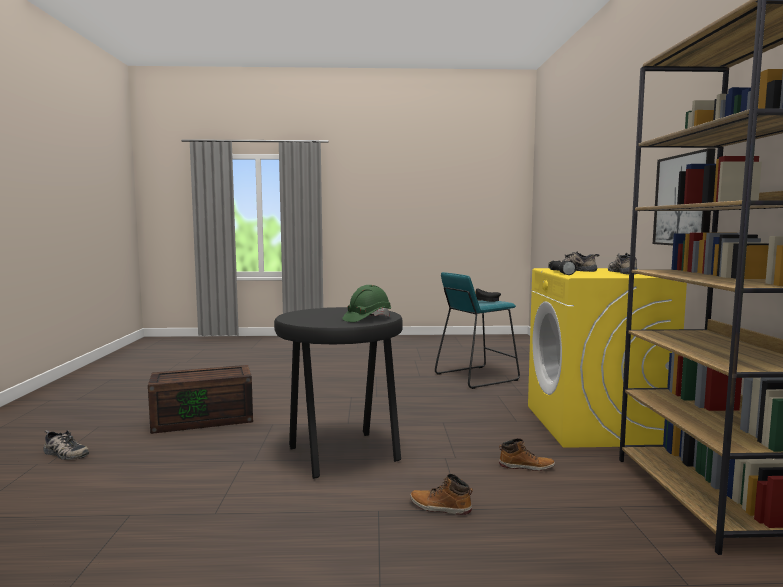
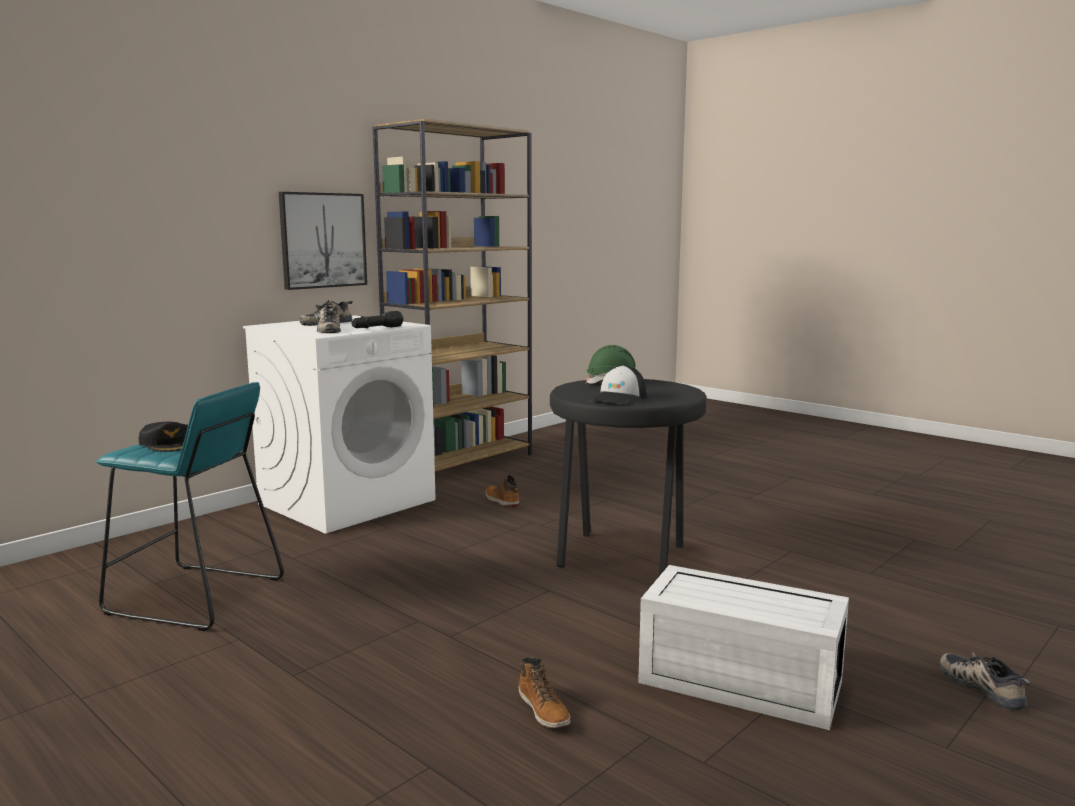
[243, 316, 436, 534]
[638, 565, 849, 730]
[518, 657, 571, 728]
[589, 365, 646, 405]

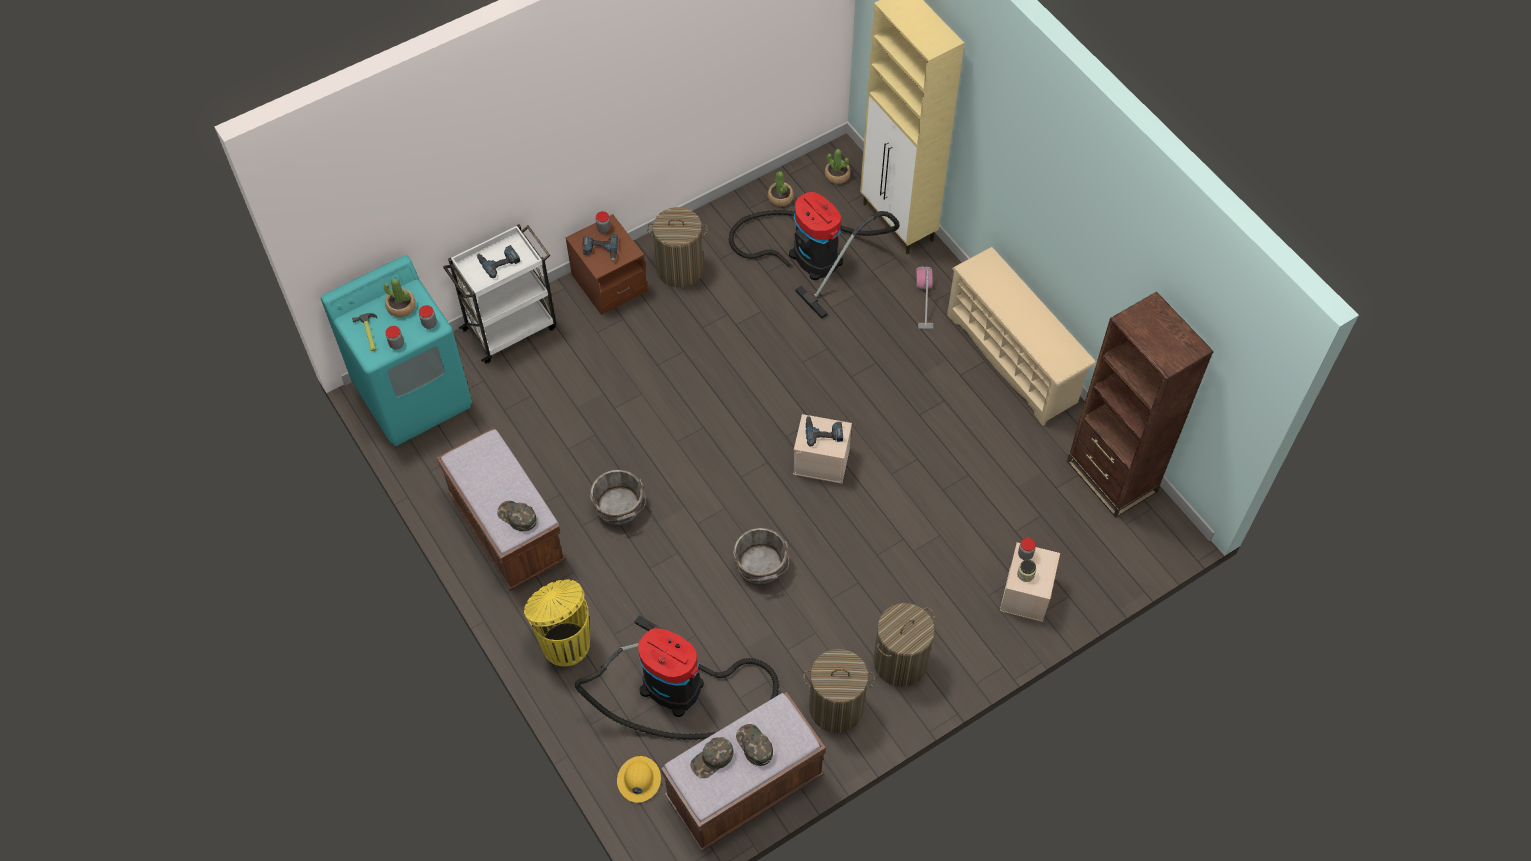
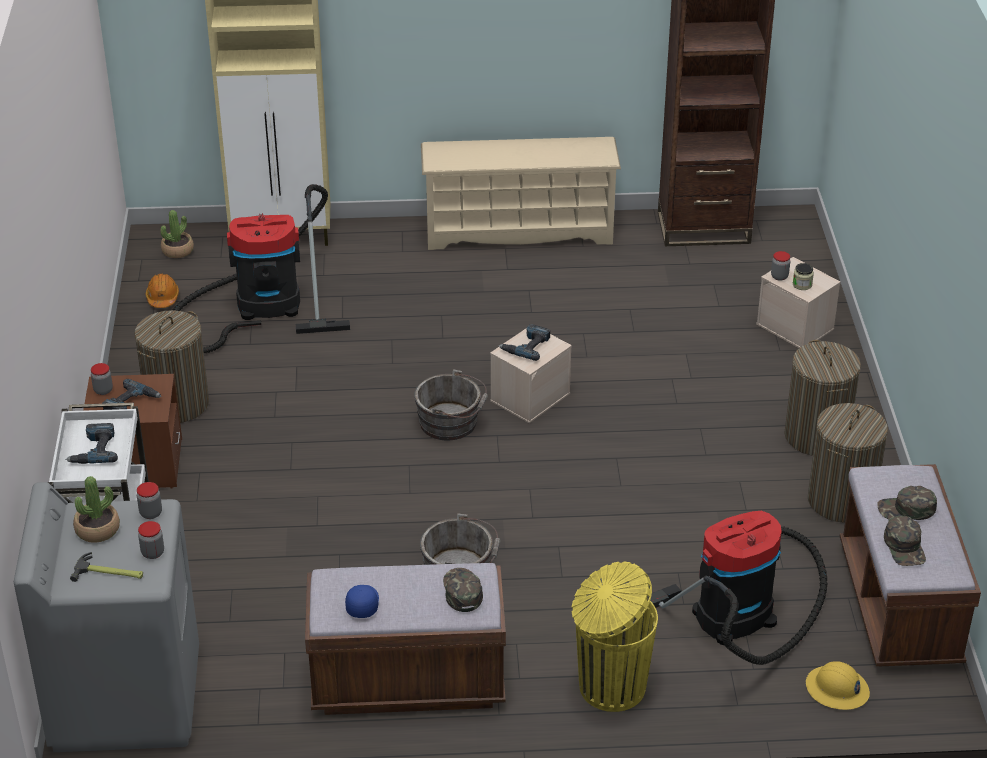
[146, 273, 179, 308]
[14, 482, 199, 752]
[916, 267, 933, 329] (first image)
[443, 568, 483, 612]
[414, 369, 488, 440]
[345, 585, 379, 618]

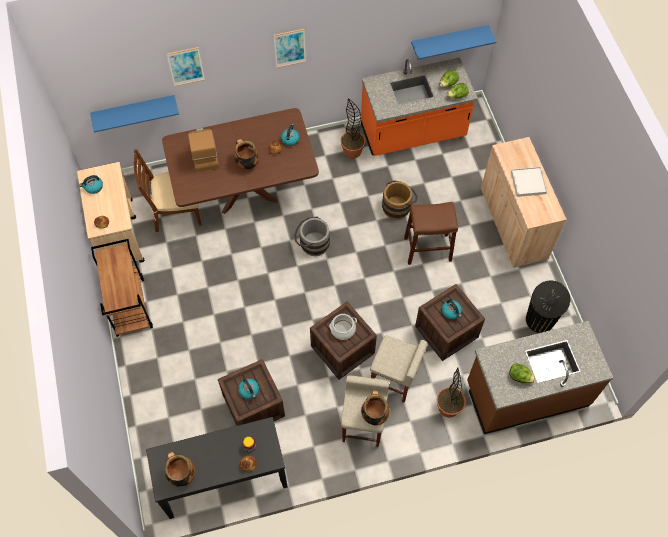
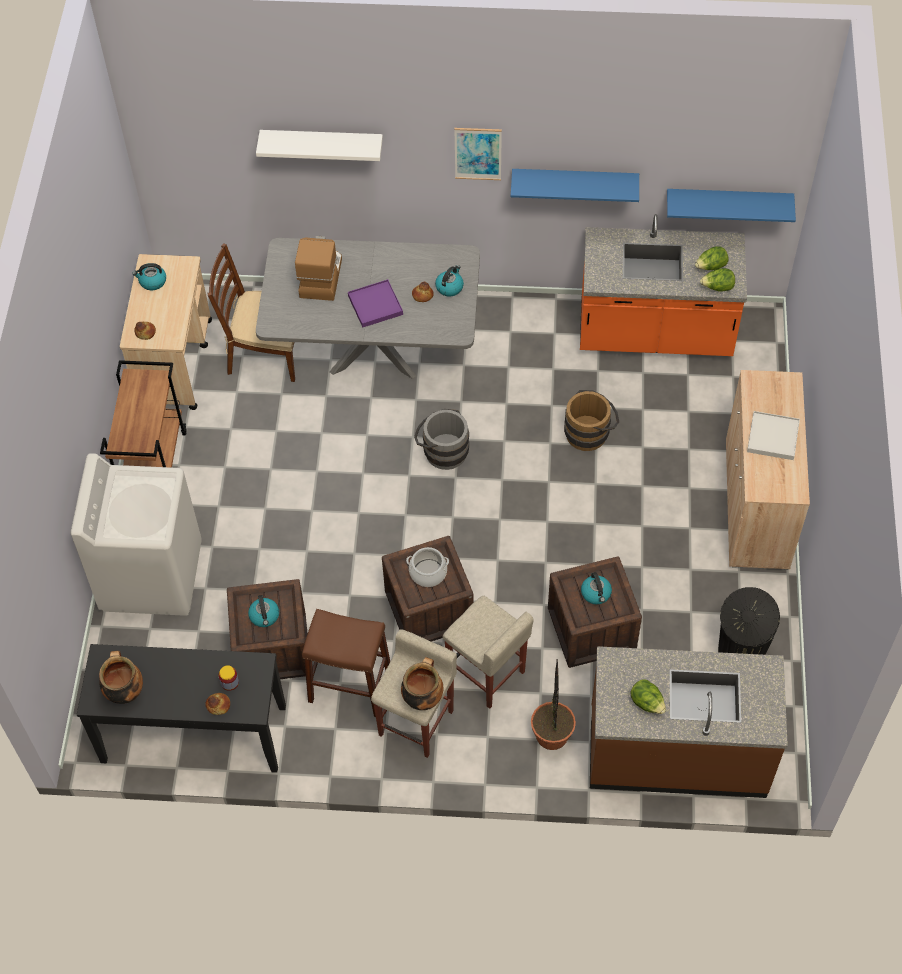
[256, 130, 383, 161]
[511, 169, 639, 202]
[340, 98, 365, 158] (first image)
[256, 238, 480, 379]
[348, 279, 403, 328]
[302, 609, 390, 717]
[71, 453, 202, 616]

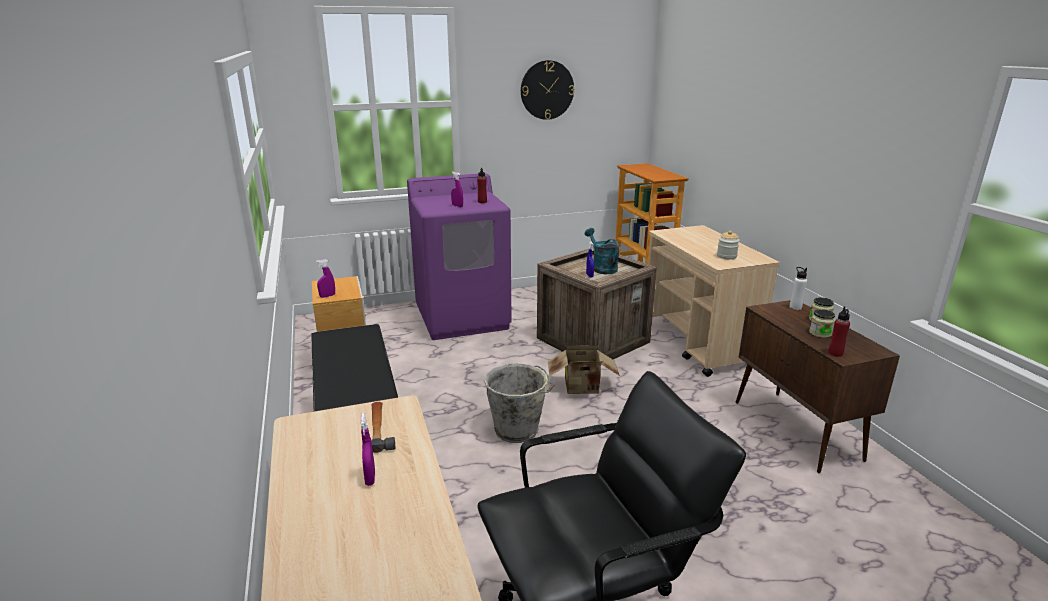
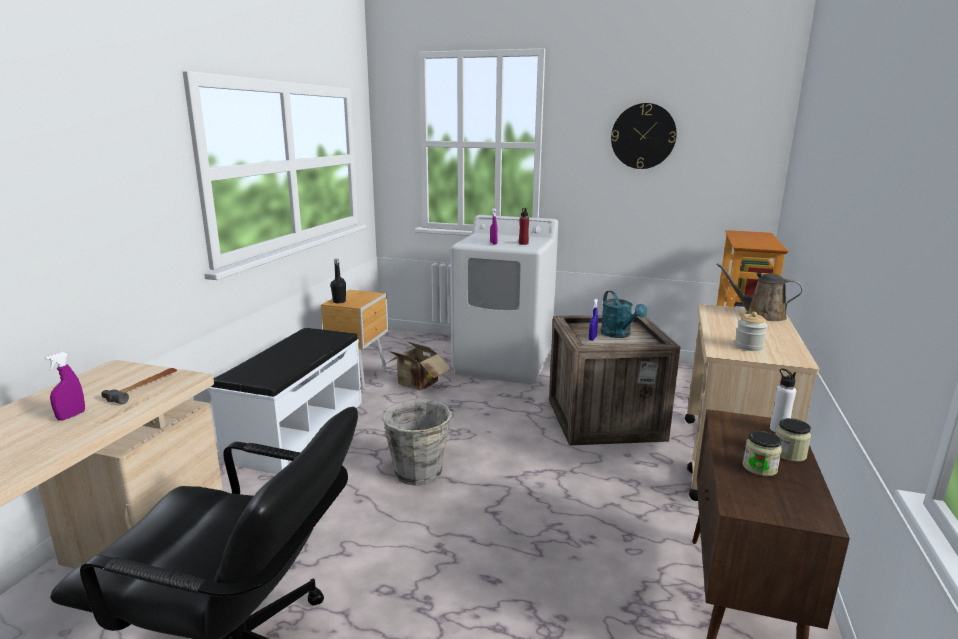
[451, 215, 558, 385]
[601, 291, 647, 338]
[330, 259, 346, 303]
[828, 306, 850, 357] (first image)
[387, 342, 451, 391]
[716, 263, 803, 321]

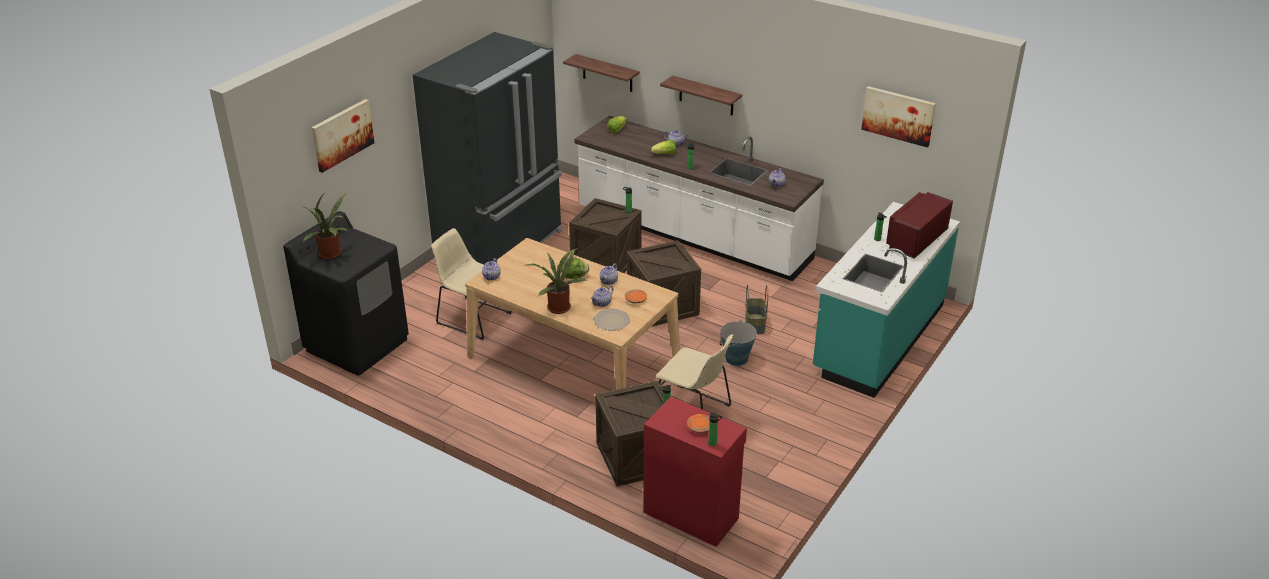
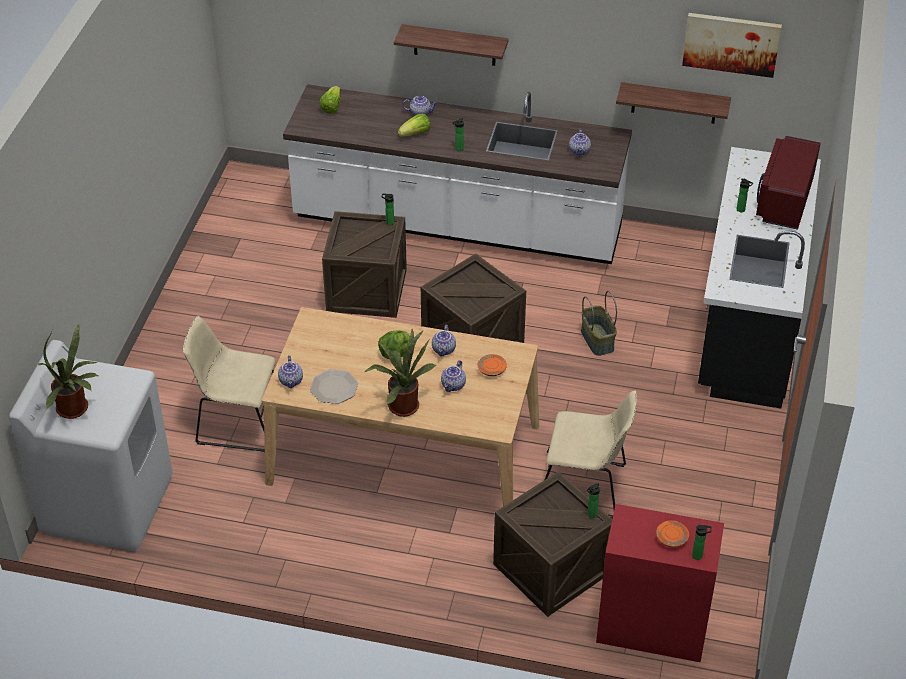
[413, 32, 563, 265] (first image)
[616, 82, 731, 124]
[311, 99, 375, 173] (first image)
[698, 147, 821, 409]
[9, 340, 173, 552]
[310, 369, 358, 404]
[719, 320, 757, 366] (first image)

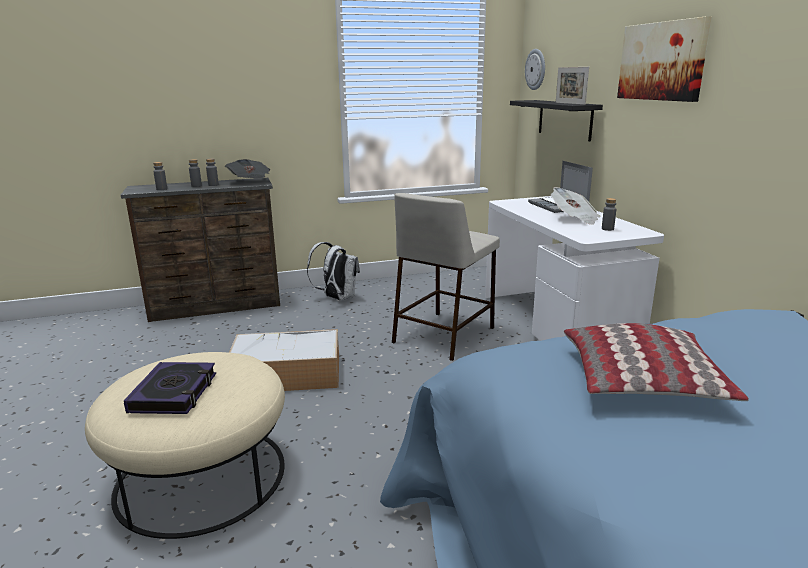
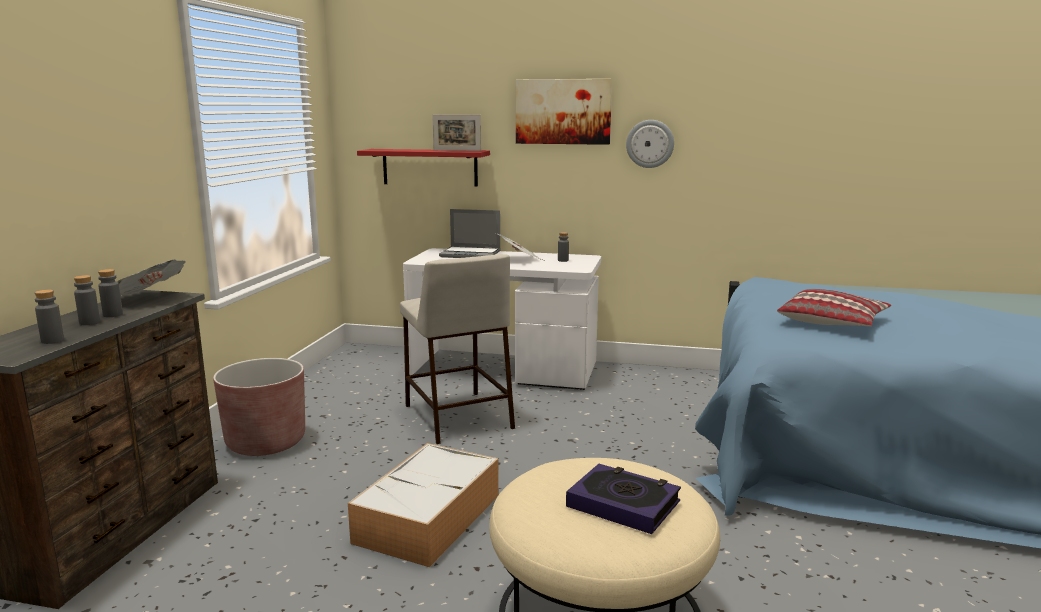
[626, 120, 674, 168]
[357, 149, 490, 186]
[213, 358, 305, 456]

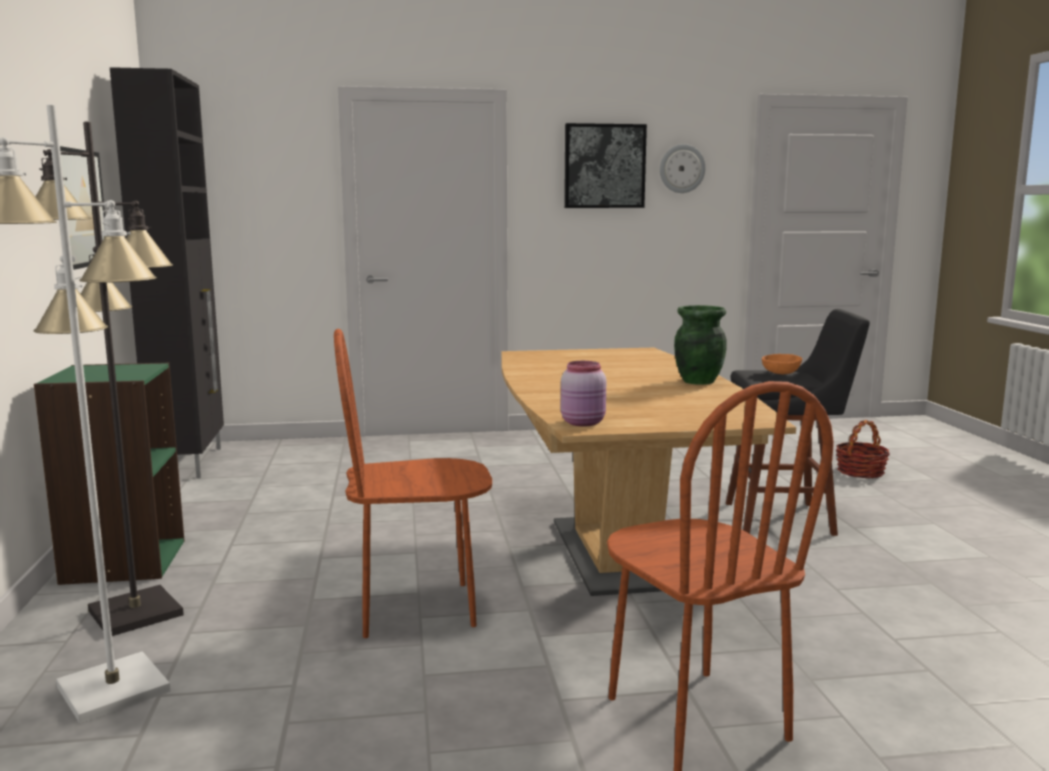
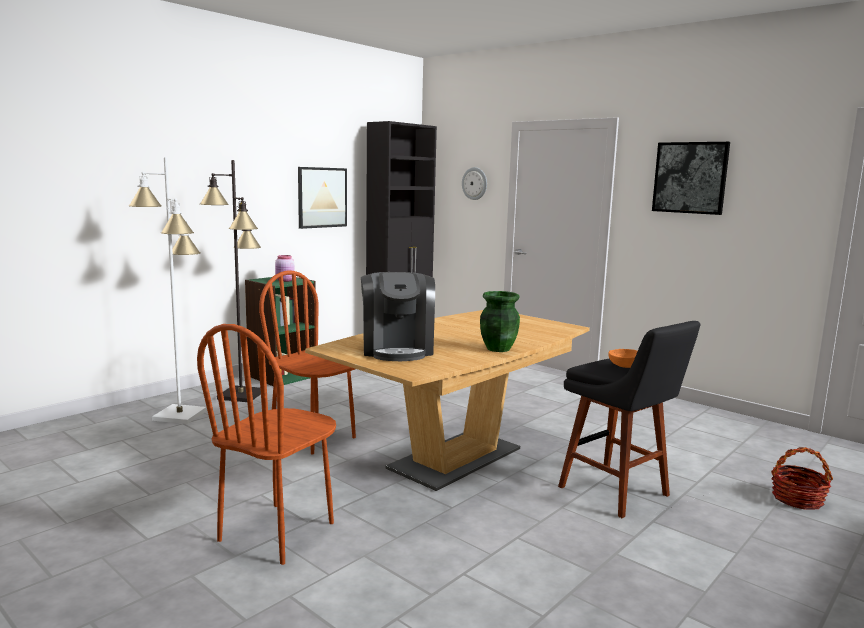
[462, 167, 487, 200]
[275, 255, 294, 282]
[361, 272, 435, 361]

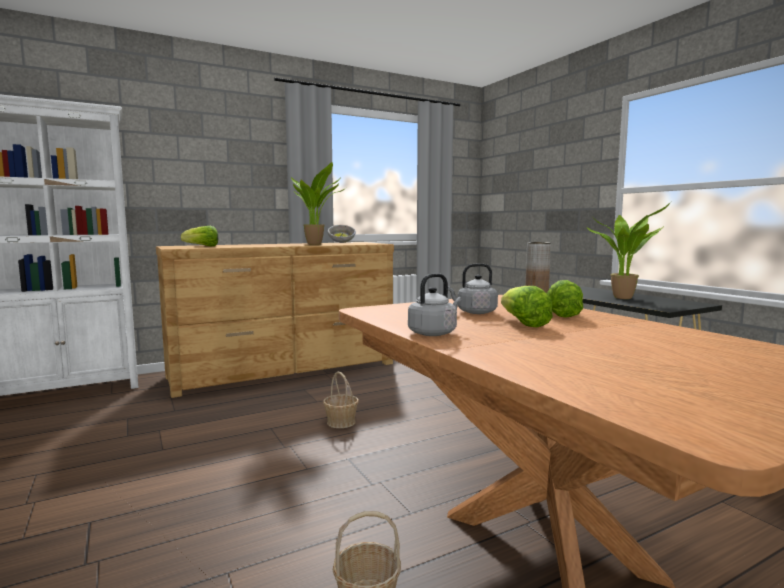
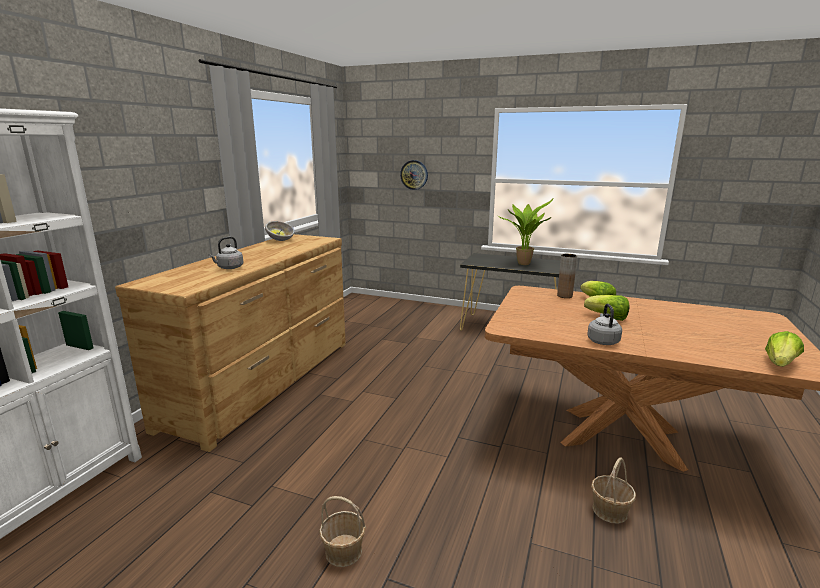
[291, 162, 347, 245] (first image)
[765, 331, 804, 367]
[208, 237, 244, 269]
[319, 496, 366, 567]
[400, 160, 428, 190]

